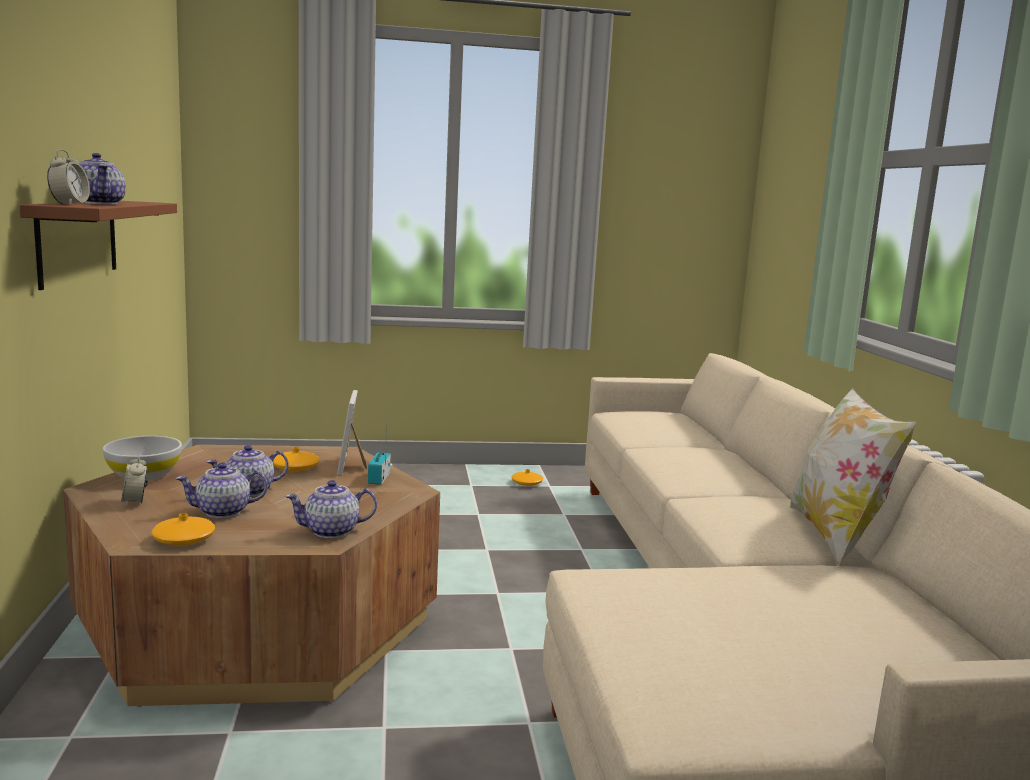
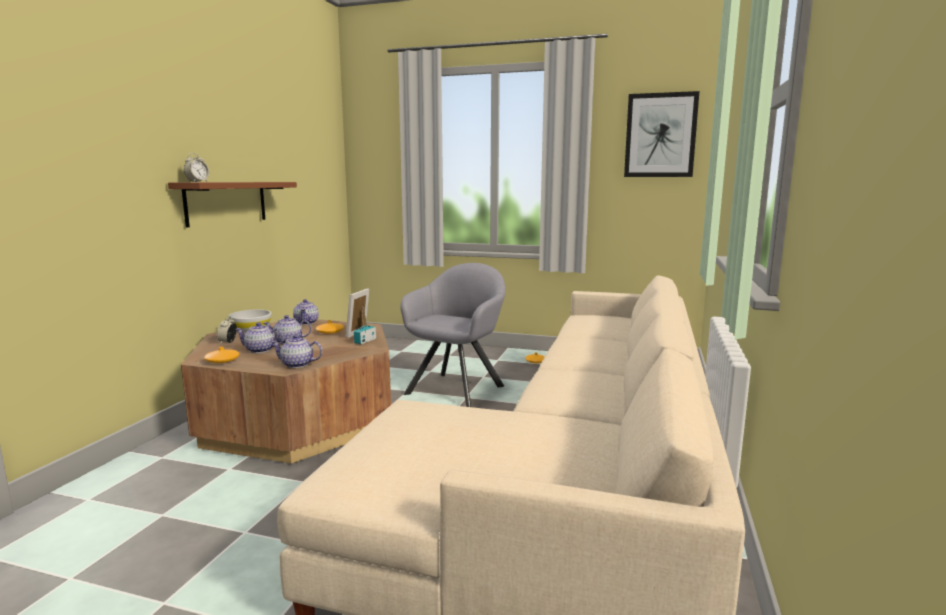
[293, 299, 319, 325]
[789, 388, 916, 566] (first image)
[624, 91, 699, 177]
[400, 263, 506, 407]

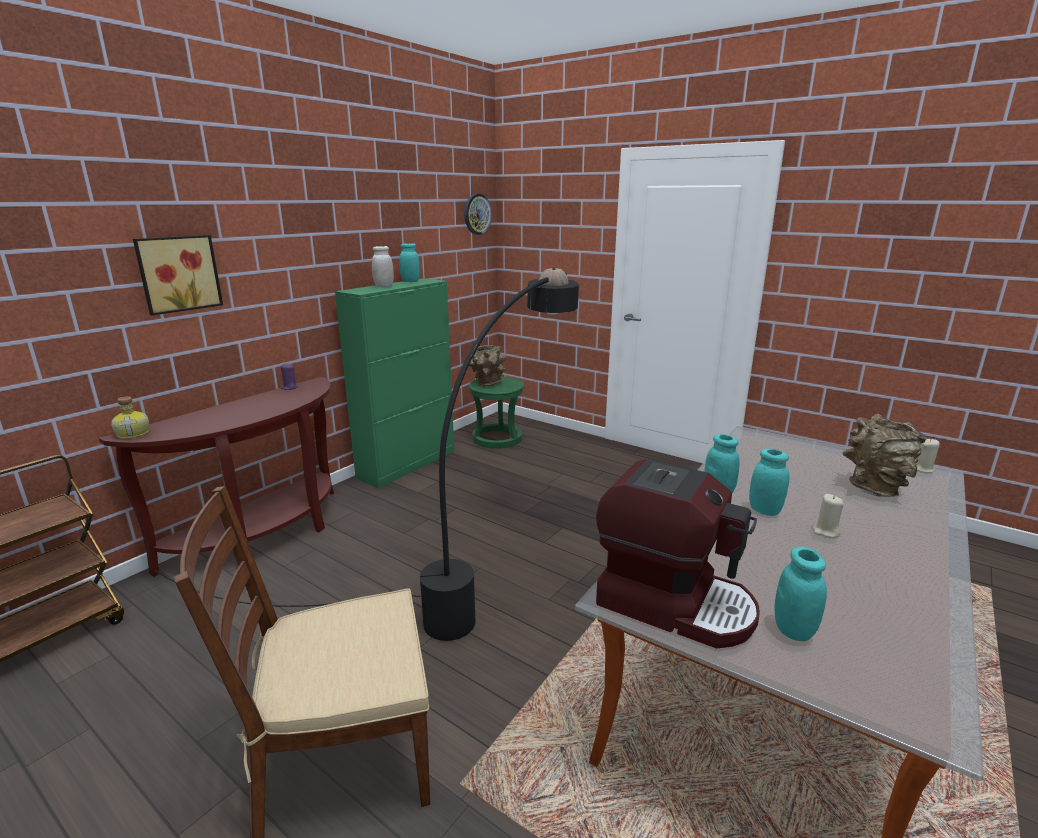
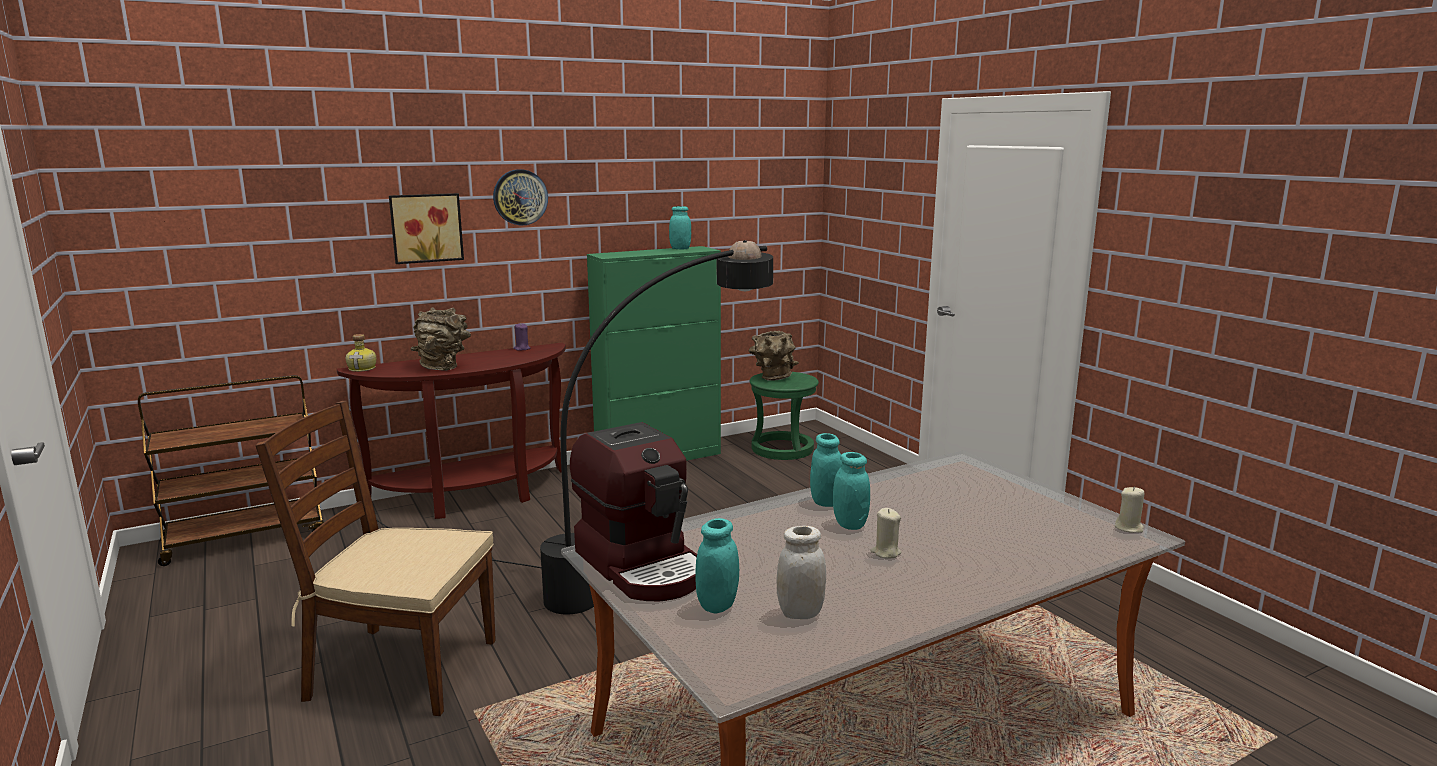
[493, 169, 548, 226]
[777, 526, 826, 619]
[410, 308, 471, 371]

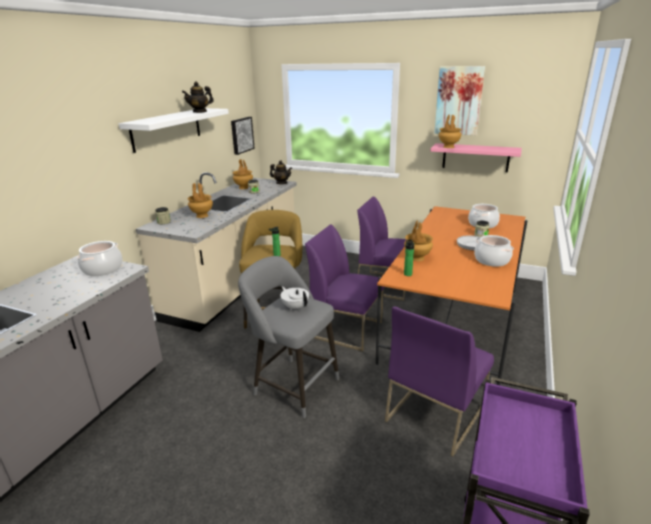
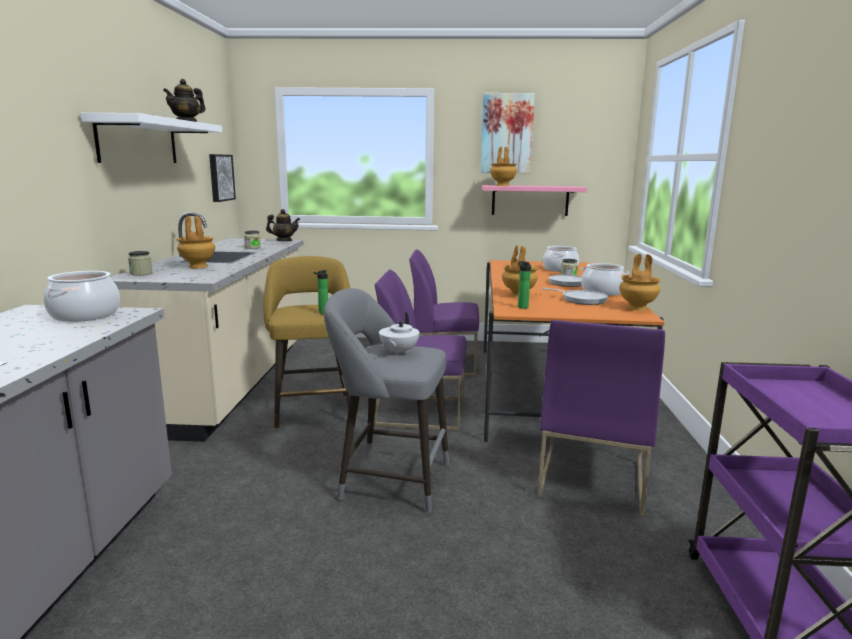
[619, 254, 661, 311]
[379, 313, 420, 355]
[542, 288, 608, 305]

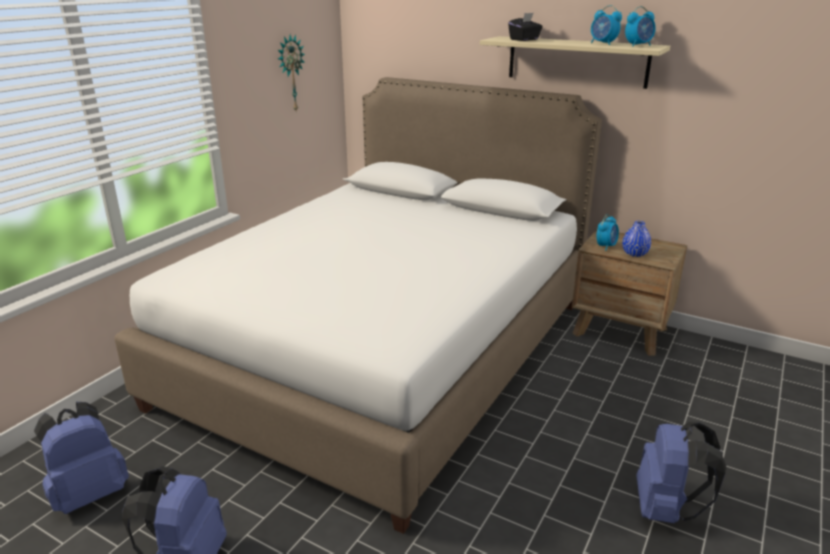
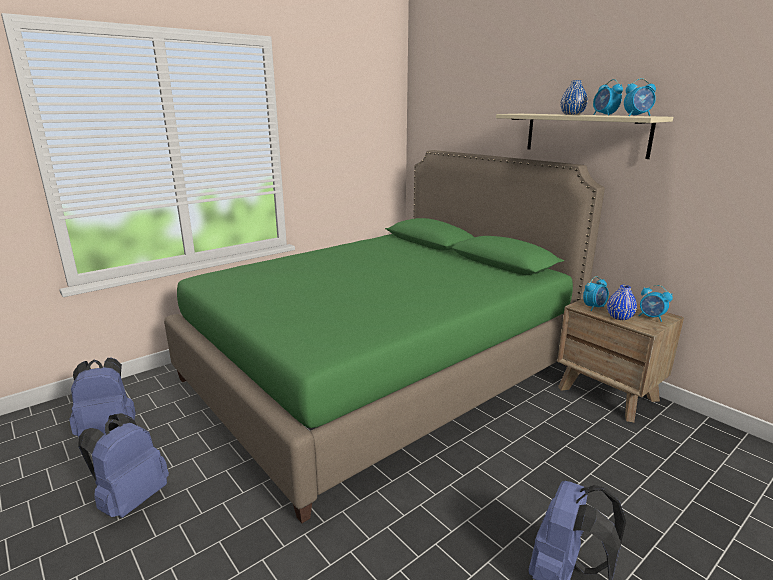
[508, 13, 543, 41] (first image)
[278, 35, 305, 111] (first image)
[164, 150, 605, 523]
[561, 80, 588, 115]
[639, 285, 673, 322]

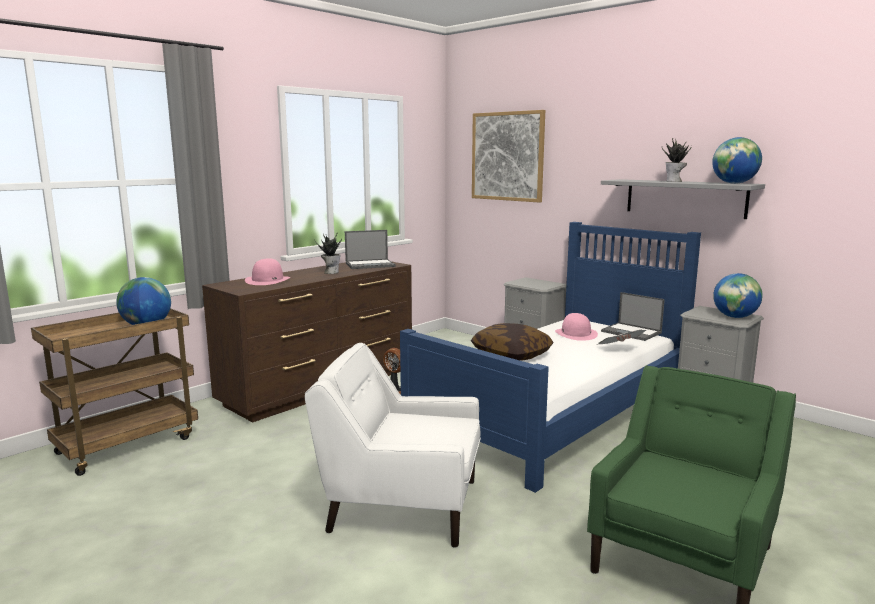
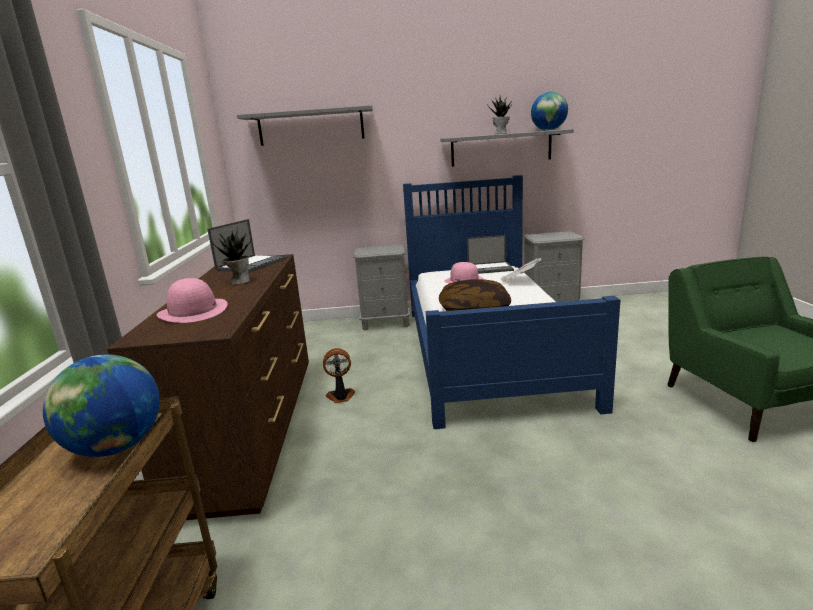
[237, 105, 373, 146]
[713, 273, 763, 318] (first image)
[305, 343, 481, 548] (first image)

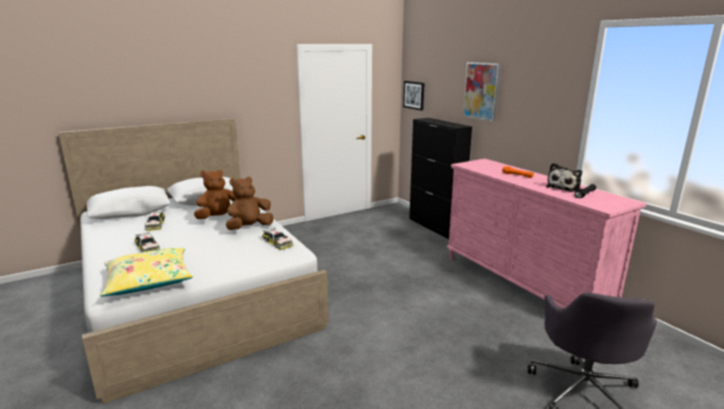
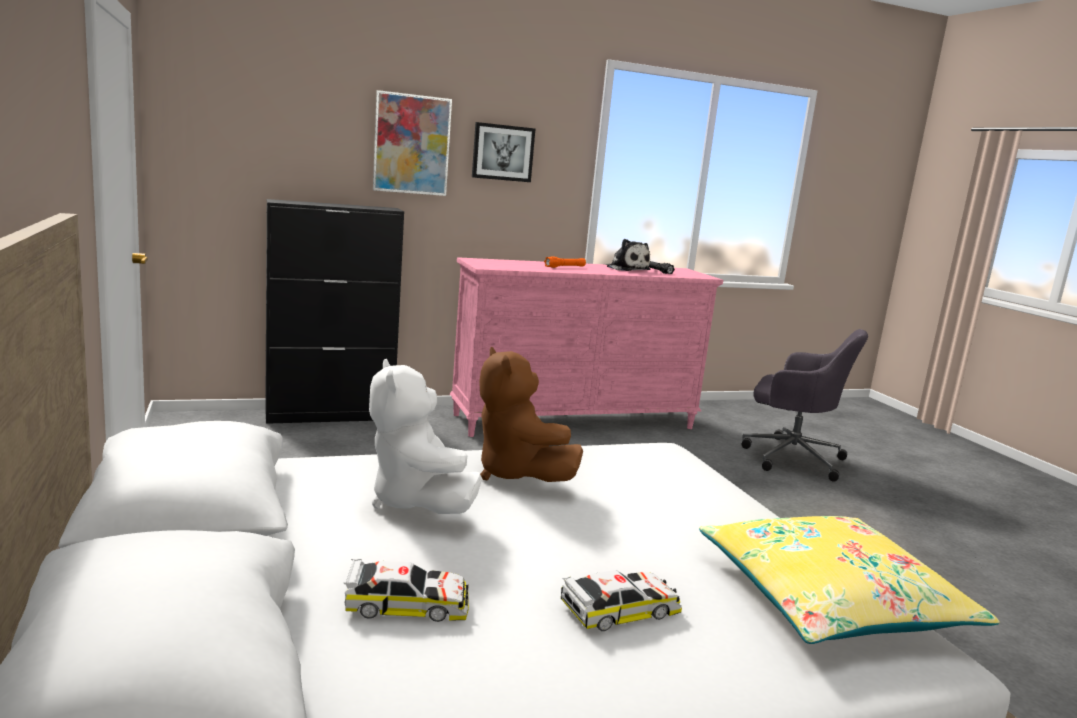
[472, 122, 535, 182]
[369, 359, 481, 514]
[262, 228, 293, 250] (first image)

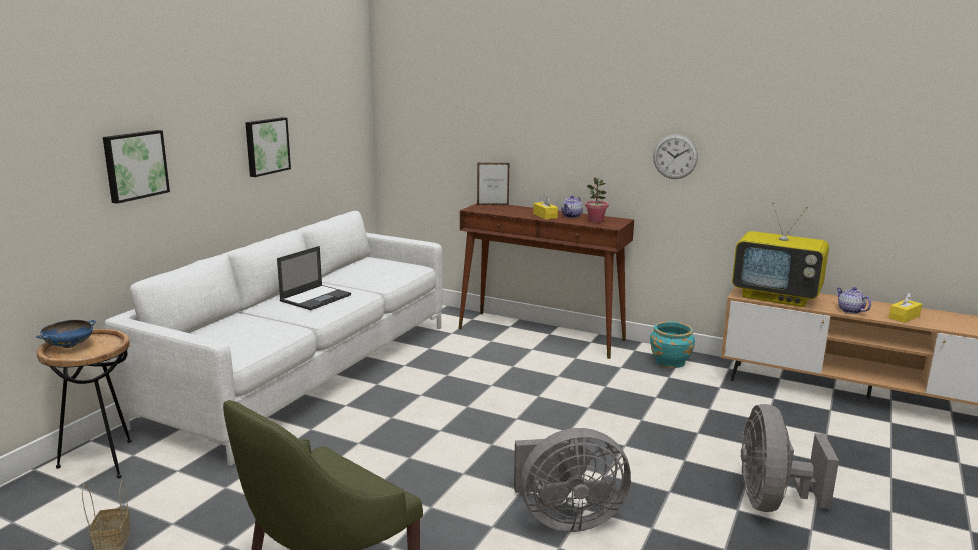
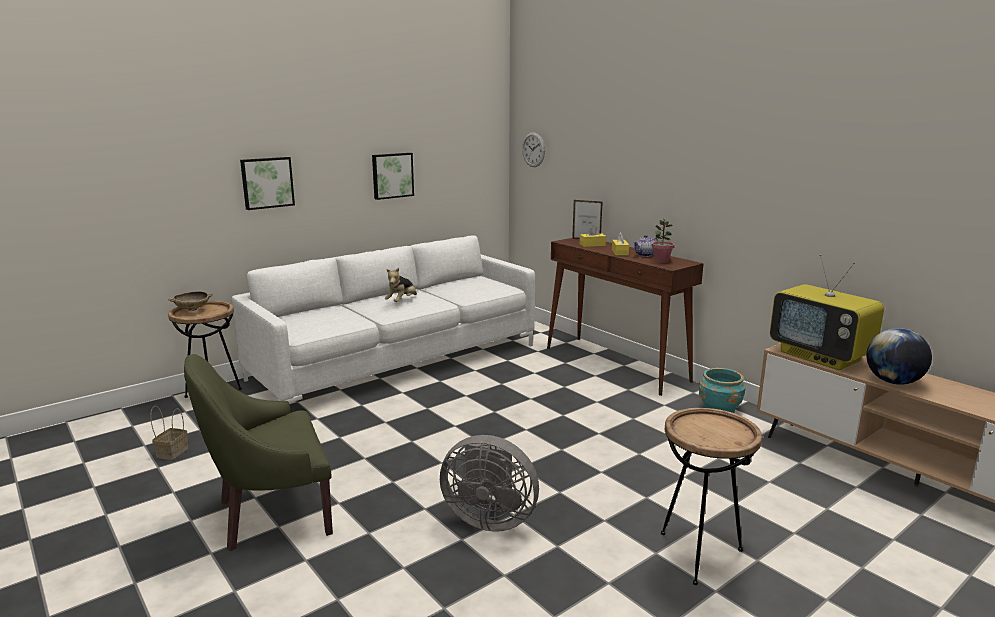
[522, 132, 545, 167]
[385, 268, 417, 302]
[866, 328, 932, 385]
[580, 225, 606, 247]
[168, 291, 213, 311]
[661, 408, 762, 585]

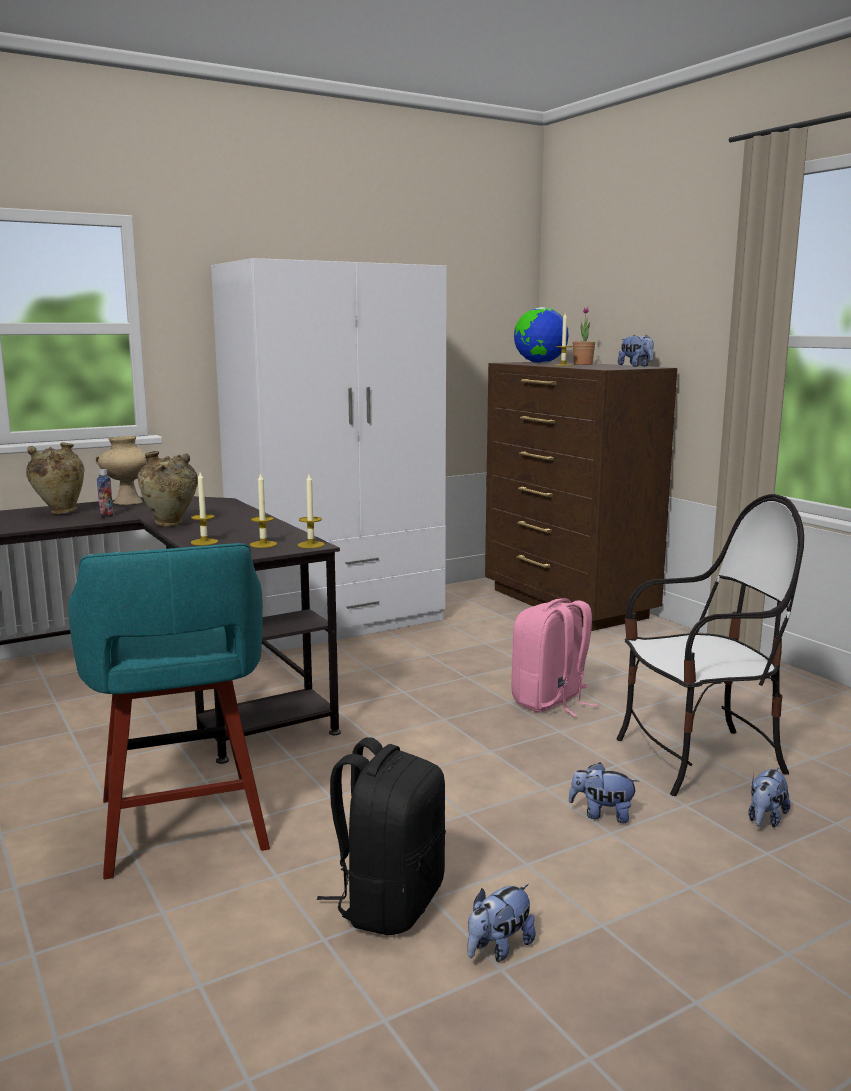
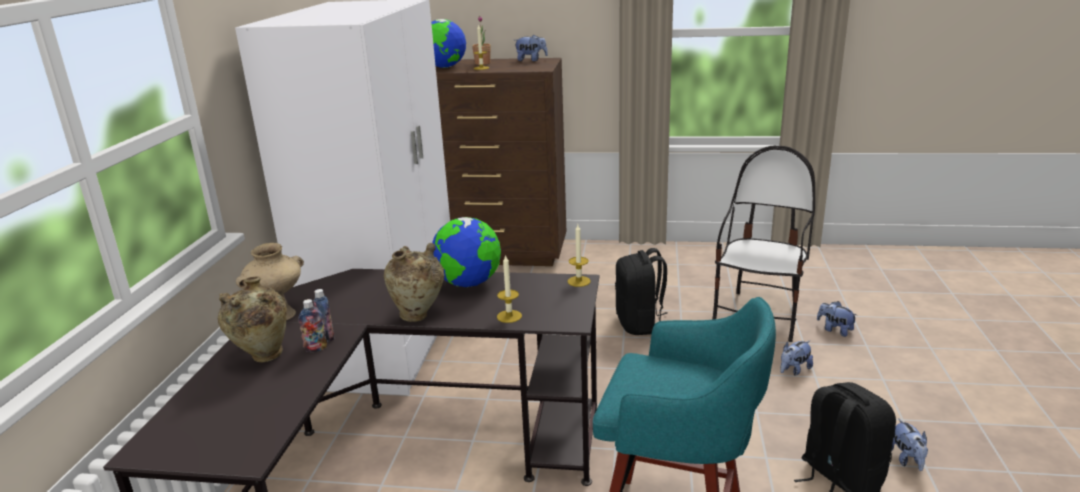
[250, 472, 277, 548] (first image)
[615, 248, 668, 335]
[817, 301, 857, 337]
[432, 217, 501, 287]
[298, 299, 327, 352]

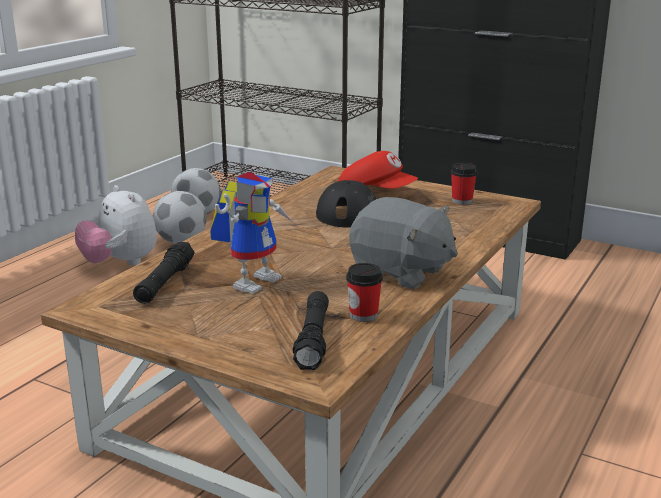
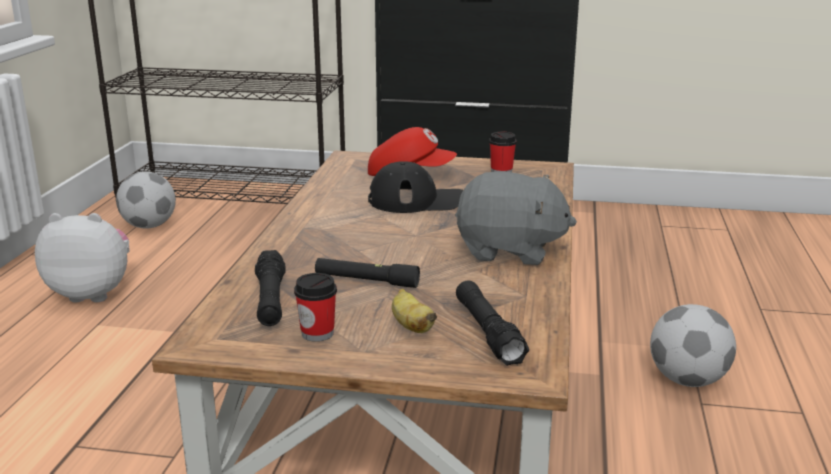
[315, 258, 420, 288]
[35, 213, 130, 303]
[650, 304, 736, 387]
[294, 273, 337, 342]
[392, 289, 437, 333]

